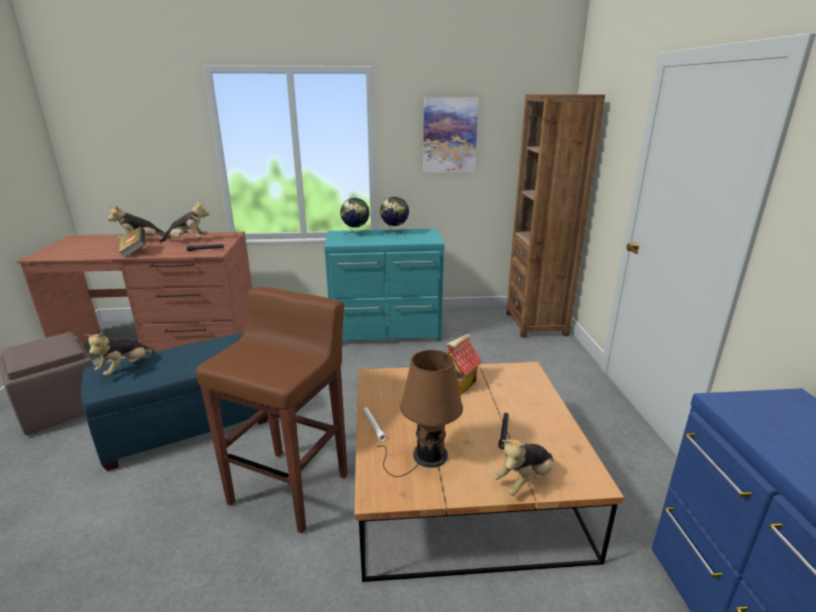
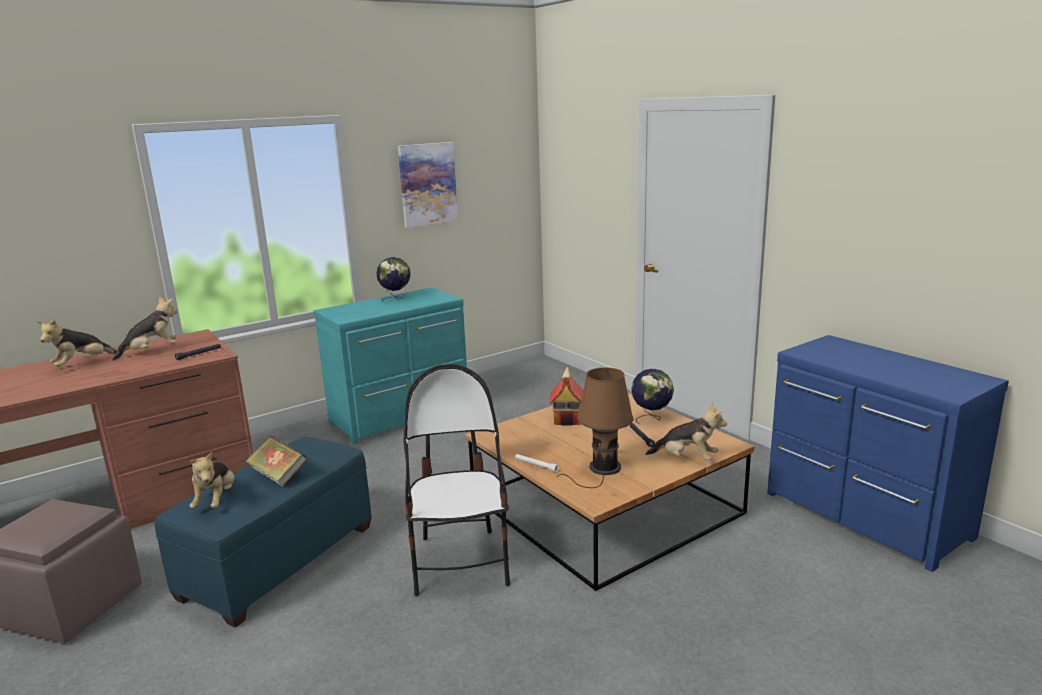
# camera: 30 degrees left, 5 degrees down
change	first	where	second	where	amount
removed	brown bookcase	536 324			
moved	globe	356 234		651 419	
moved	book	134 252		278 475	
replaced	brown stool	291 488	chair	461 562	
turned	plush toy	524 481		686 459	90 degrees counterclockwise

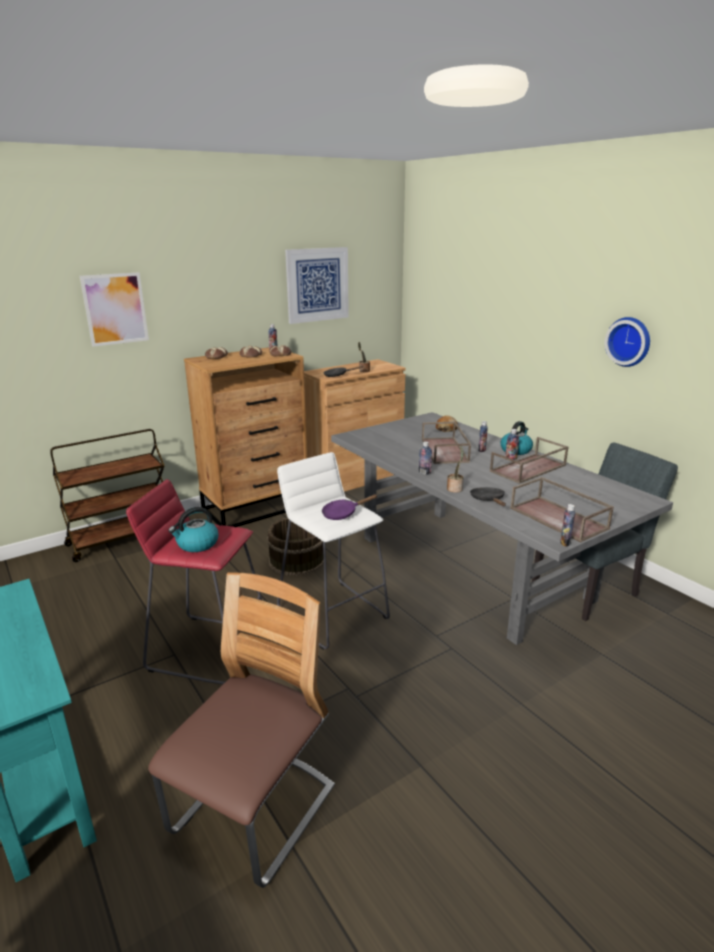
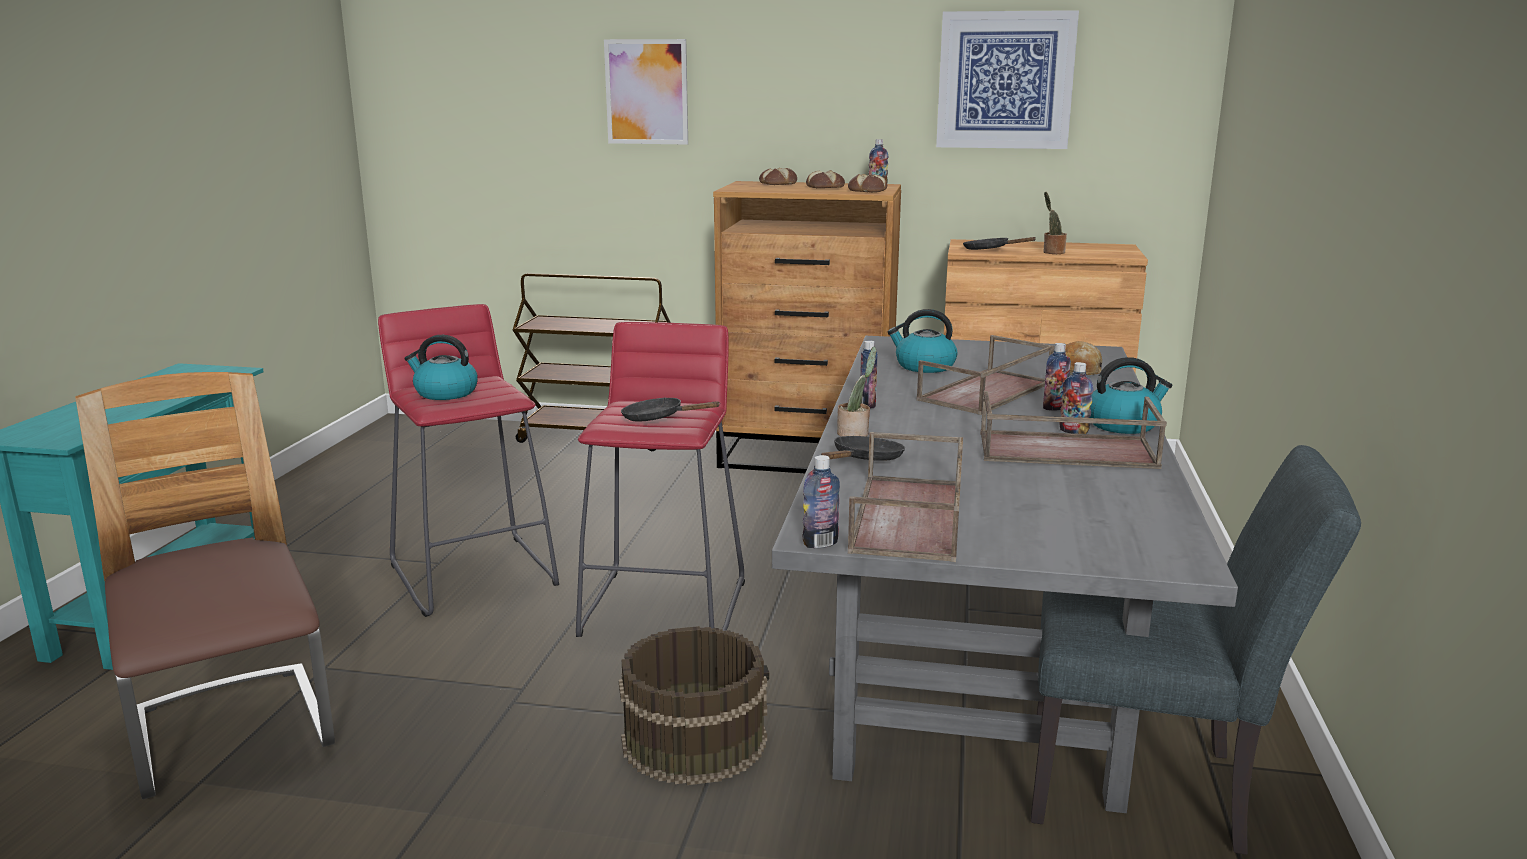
# camera: 45 degrees right, 5 degrees down
change	first	where	second	where	amount
removed	wall clock	629 341			
recoloured	white stool	333 613	red stool	665 607	
recoloured	purple frying pan	343 513	black frying pan	658 418	
moved	brown bucket	296 560		694 739	
turned	chair	254 811		232 733	105 degrees counterclockwise
added			kettle	924 366	

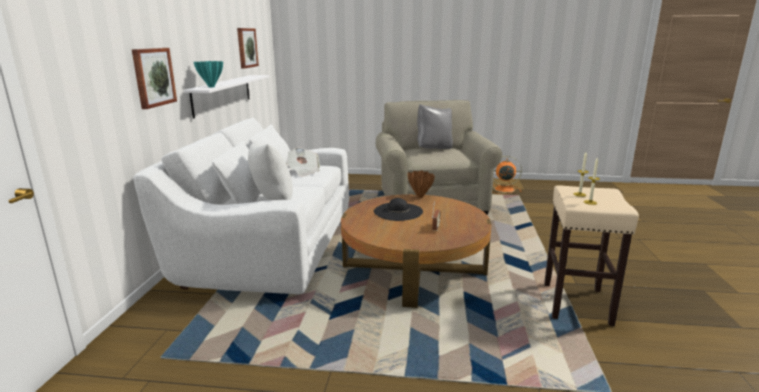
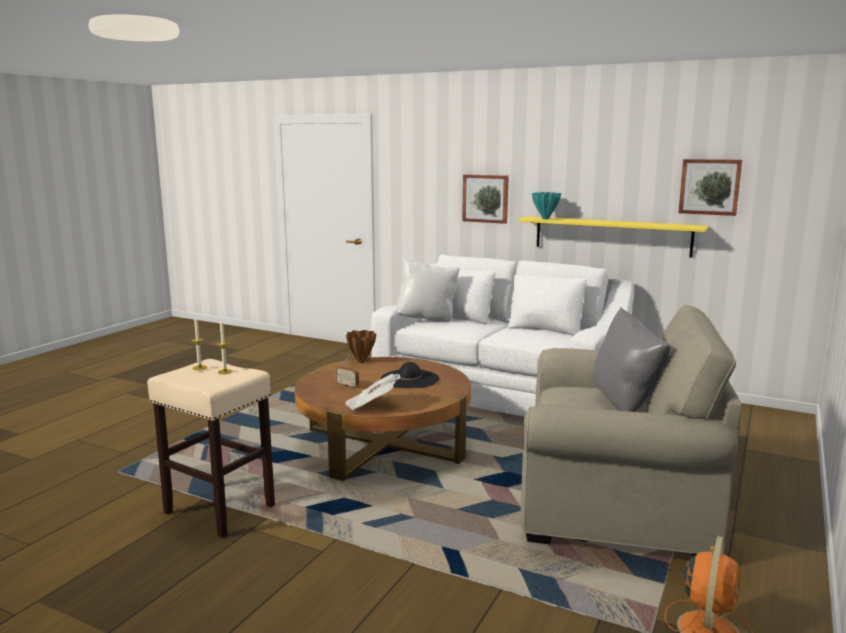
# camera: 110 degrees right, 5 degrees down
change	first	where	second	where	amount
recoloured	white shelf	222 94	yellow shelf	611 236	
moved	newspaper	303 171		371 405	
moved	brown vase	419 197		361 361	

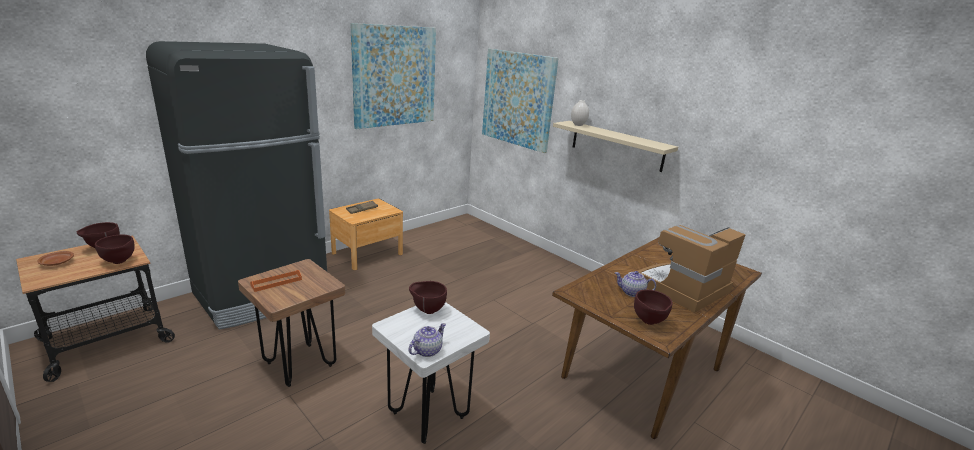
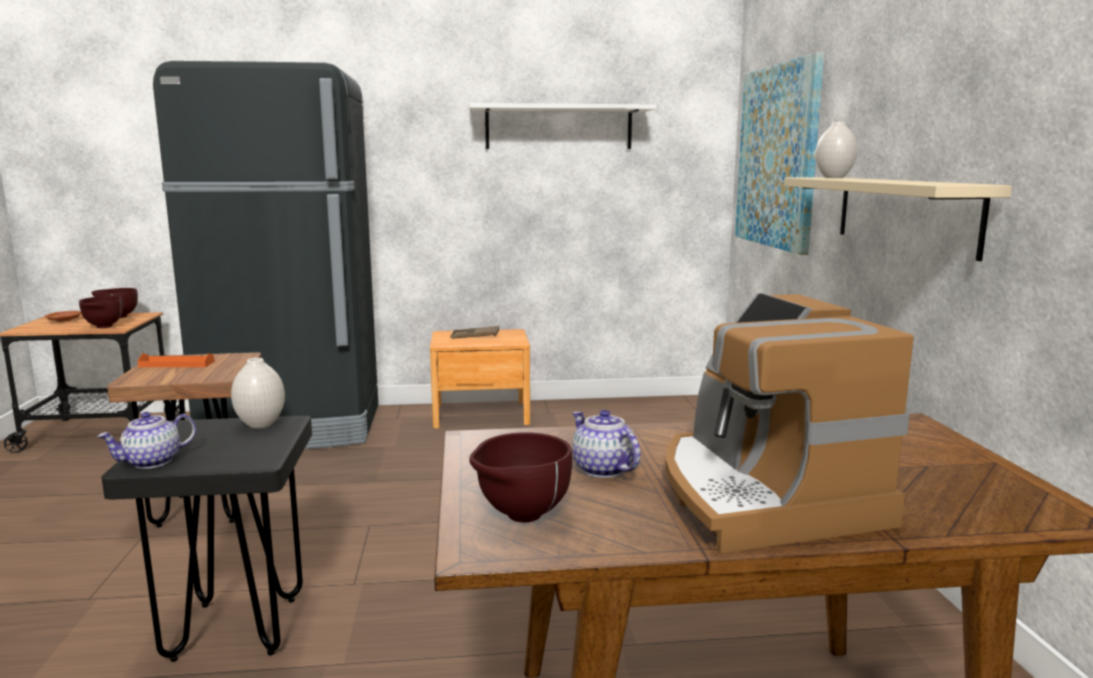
# camera: 40 degrees right, 10 degrees down
change	first	where	second	where	amount
replaced	picture	394 76	white shelf	559 127	
turned	coffee machine	683 288		761 495	105 degrees counterclockwise
replaced	brown bowl	427 310	white vase	260 425	
recoloured	white stool	428 415	black stool	236 628	
turned	teapot	427 350		152 462	150 degrees clockwise

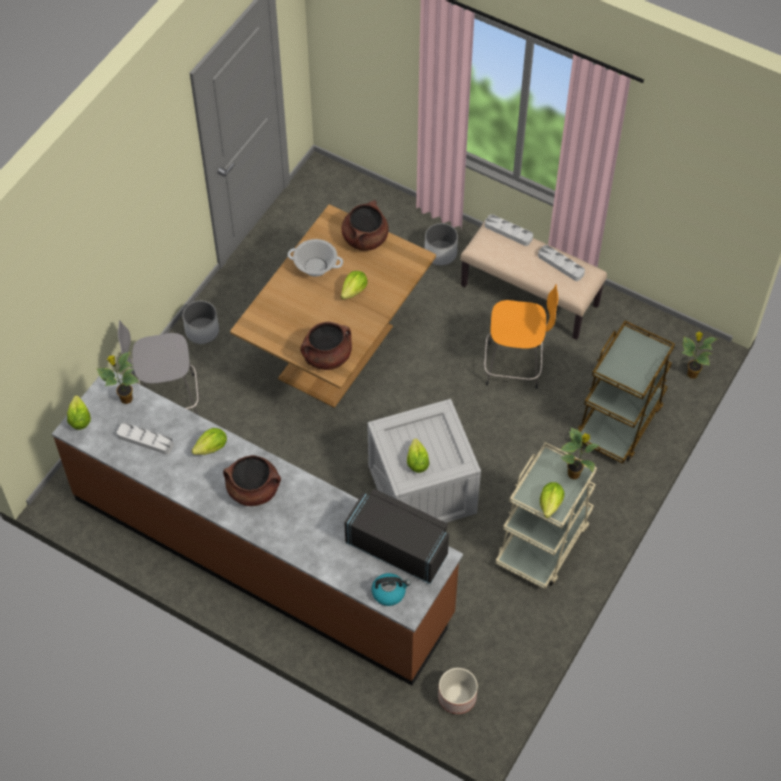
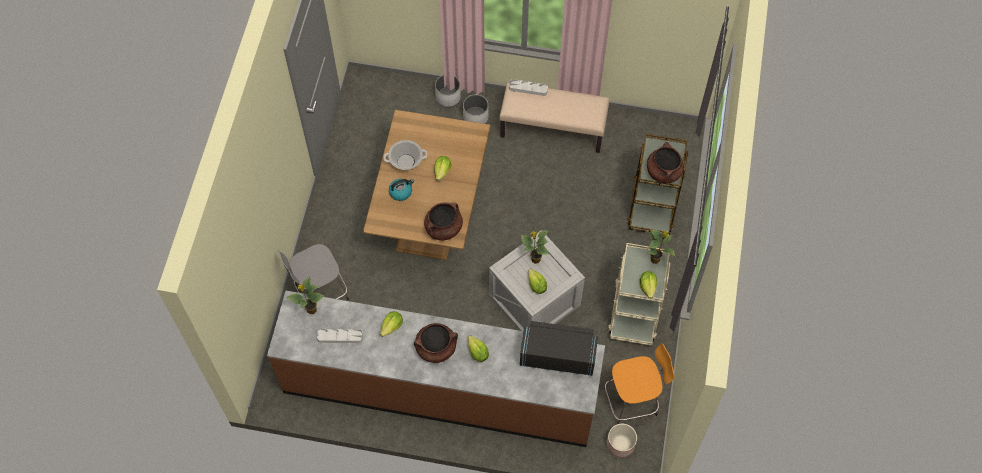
# camera: 20 degrees left, 5 degrees up
change	first	where	second	where	amount
moved	brown cooking pot	365 238		663 172	
removed	grey tray	561 264			
moved	orange stool	515 366		632 401	
moved	white planter	202 331		448 97	
moved	potted plant	691 373		535 259	
moved	lettuce	79 420		477 353	
moved	kettle	389 592		401 192	

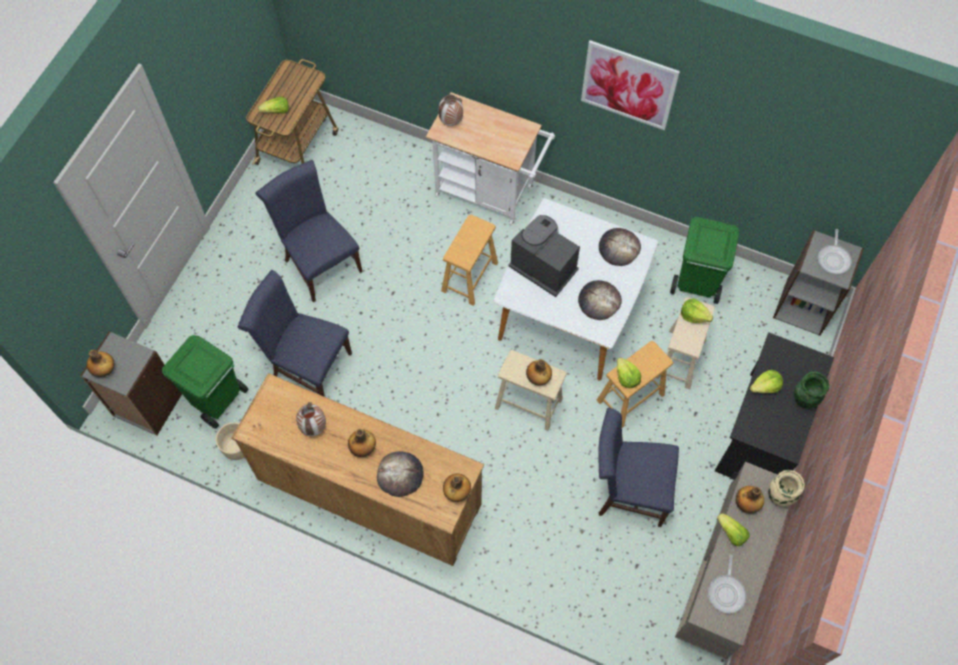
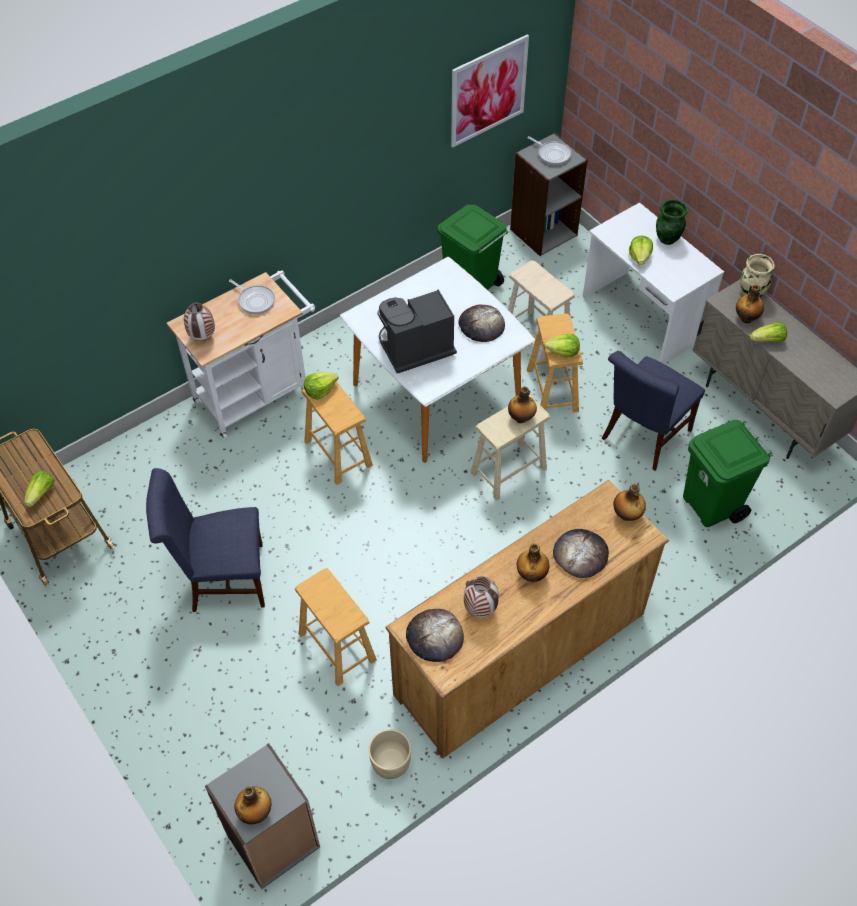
# camera: 60 degrees left, 10 degrees down
change	first	where	second	where	amount
moved	picture	628 85		488 91	
moved	bread	619 248		434 636	
replaced	blue chair	307 365	brown stool	337 647	
moved	lettuce	694 315		320 390	
recoloured	black desk	760 432	white desk	642 318	
moved	green trash can	217 400		712 506	
moved	frying pan	726 592		255 300	

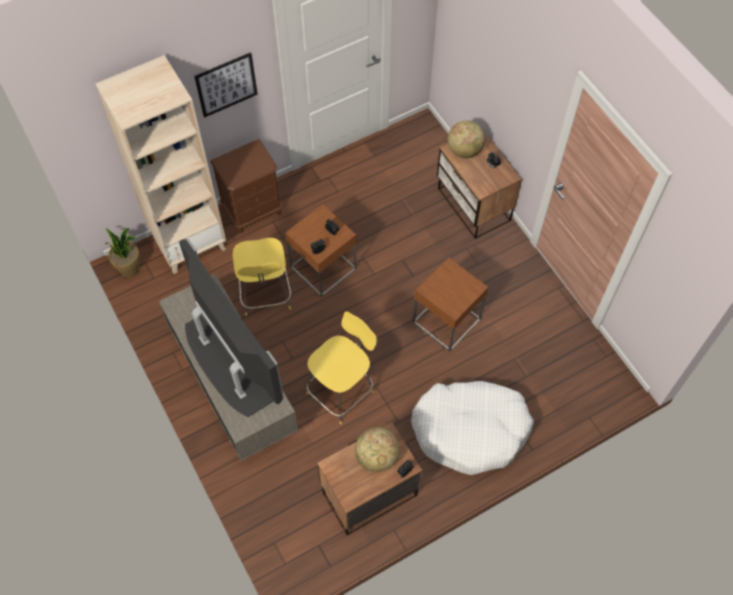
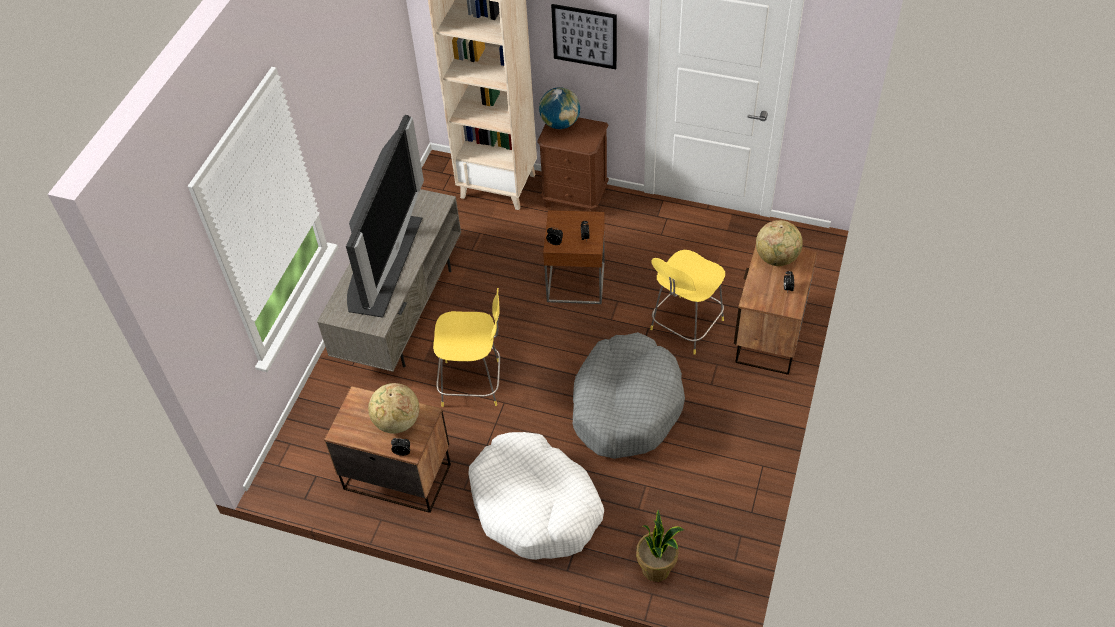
# camera: 50 degrees right, 10 degrees down
change	first	where	second	where	amount
moved	potted plant	130 268		656 568	
moved	yellow stool	265 295		685 326	
replaced	brown side table	447 320	grey dog bed	626 405	
added			globe	560 124	

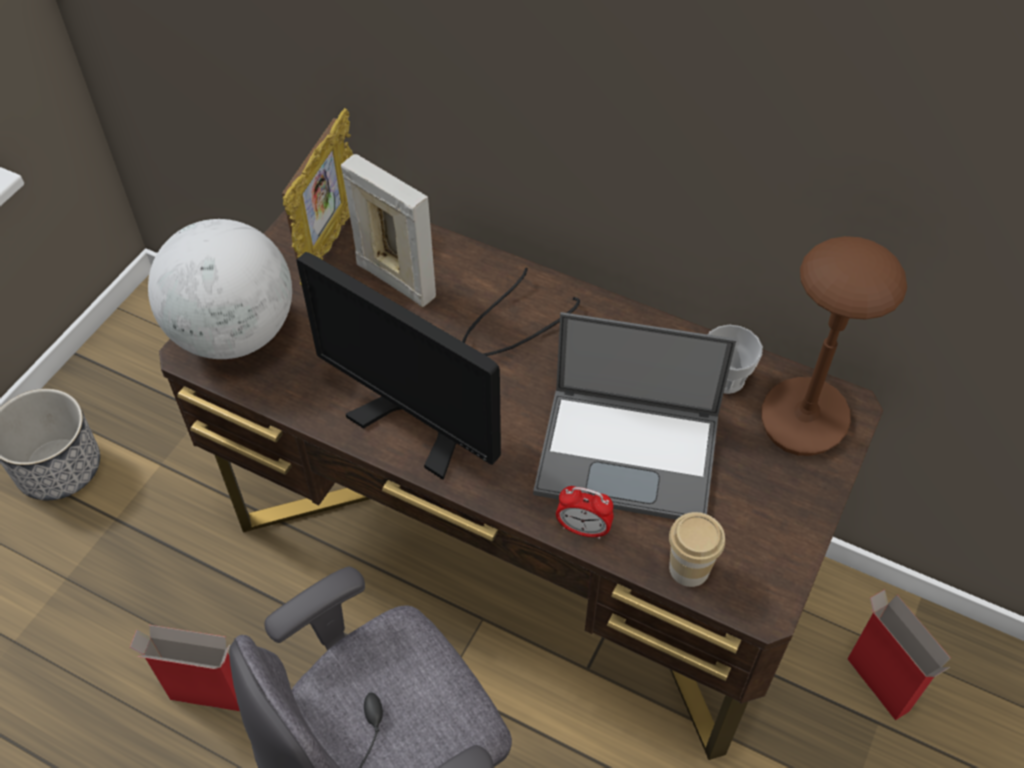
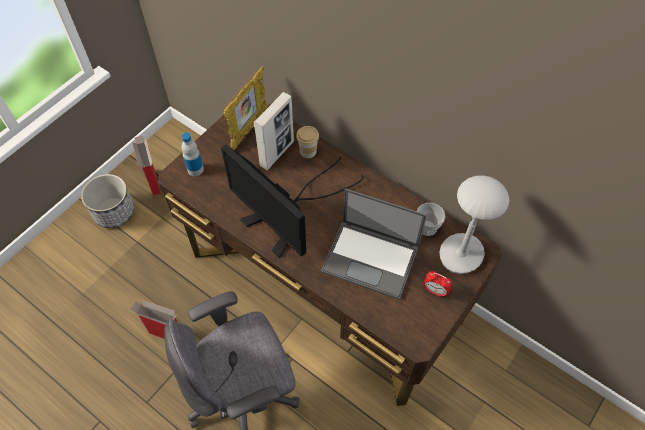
# camera: 10 degrees right, 5 degrees up
change	first	where	second	where	amount
turned	picture frame	396 280		277 153	75 degrees clockwise
replaced	globe	234 333	bottle	195 169	
recoloured	brown table lamp	803 419	grey table lamp	461 254	
moved	alarm clock	583 529		435 291	
moved	cup	689 568		308 151	
moved	cardboard box	876 683		153 181	

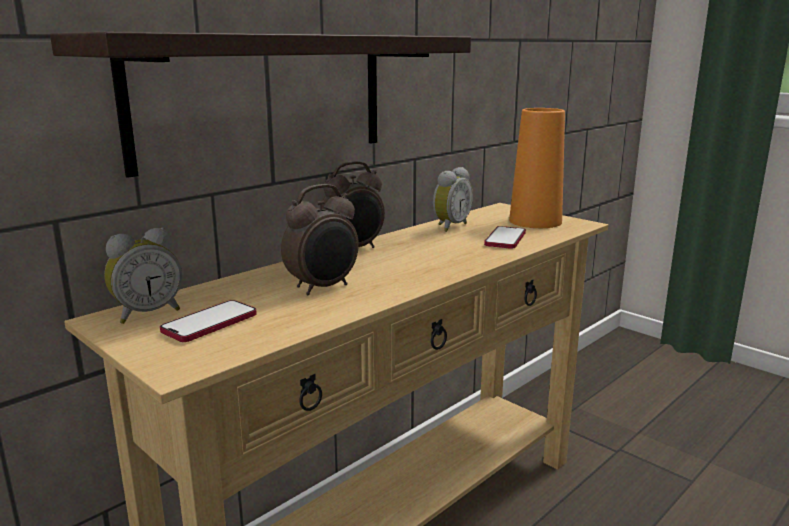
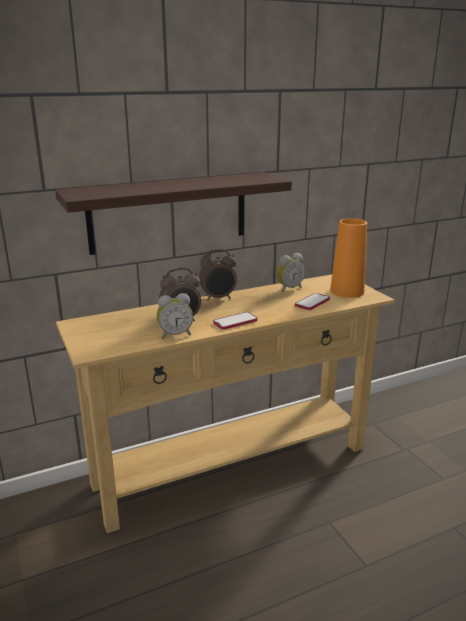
# camera: 20 degrees right, 5 degrees up
change	first	where	second	where	amount
moved	alarm clock	147 313		175 334	
moved	phone	210 323		235 322	

